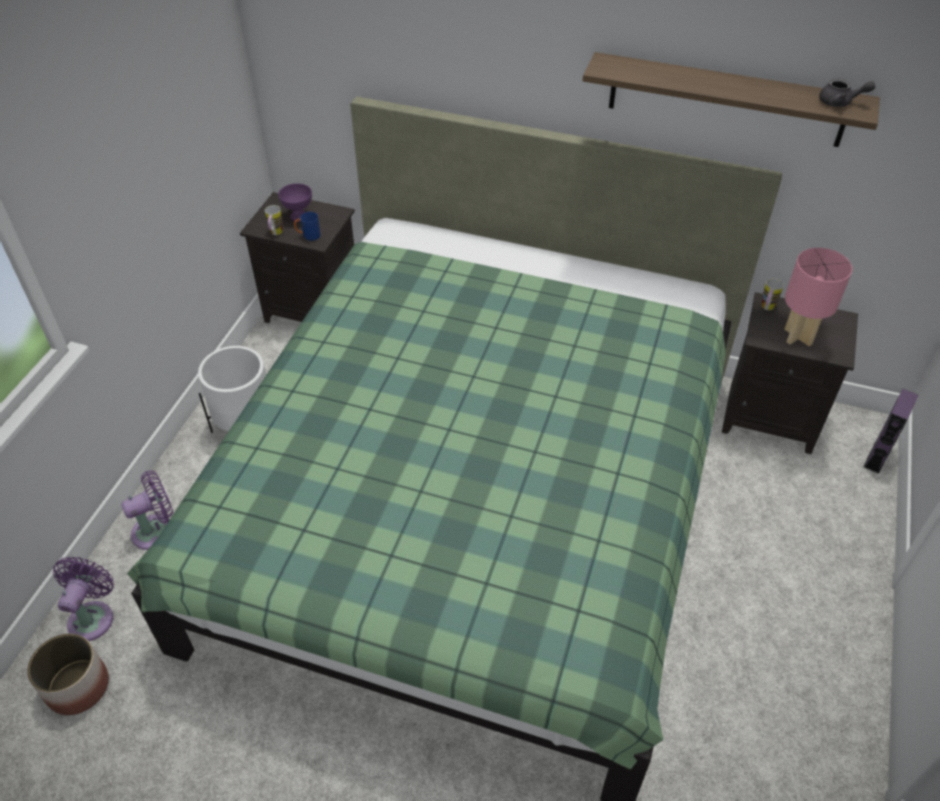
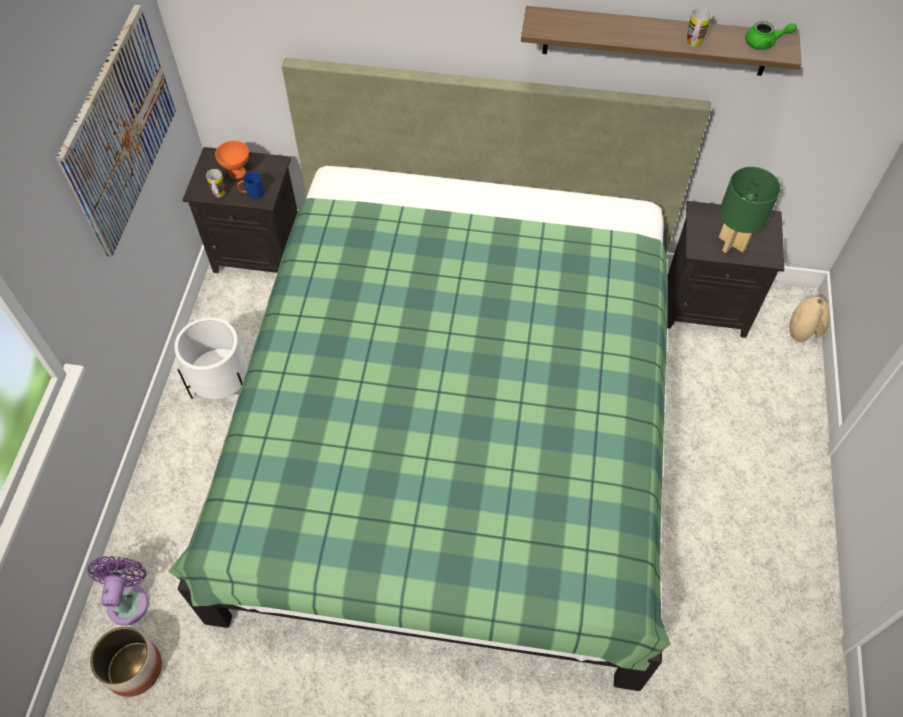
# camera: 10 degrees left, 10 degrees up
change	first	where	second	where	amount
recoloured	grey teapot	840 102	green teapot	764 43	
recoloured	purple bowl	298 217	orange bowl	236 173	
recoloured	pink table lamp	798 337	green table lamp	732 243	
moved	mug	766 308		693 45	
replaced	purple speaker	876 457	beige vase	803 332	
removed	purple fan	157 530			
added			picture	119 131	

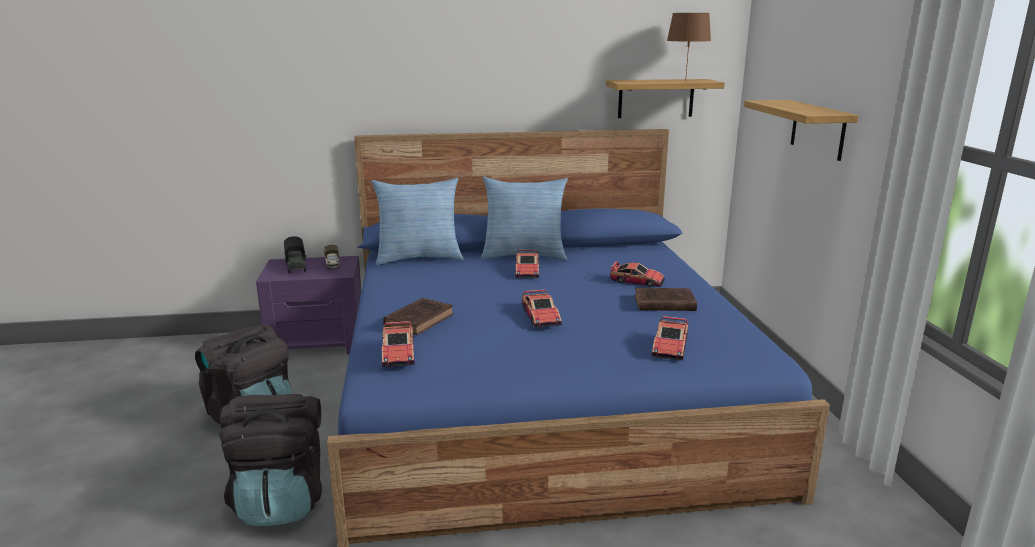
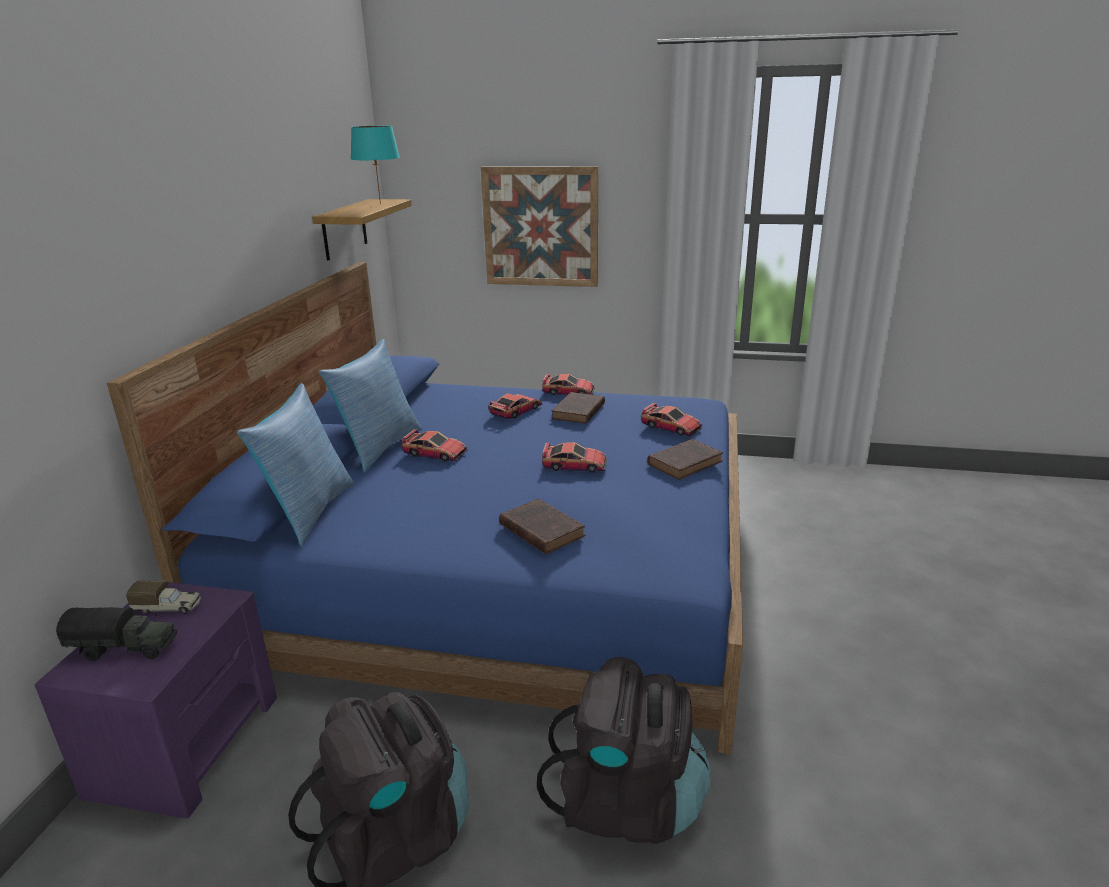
# camera: 70 degrees left, 5 degrees up
change	first	where	second	where	amount
recoloured	brown table lamp	685 81	turquoise table lamp	380 204	
replaced	shelf	818 129	picture	540 227	
moved	toy car	398 353		569 392	
added			brown book	686 462	

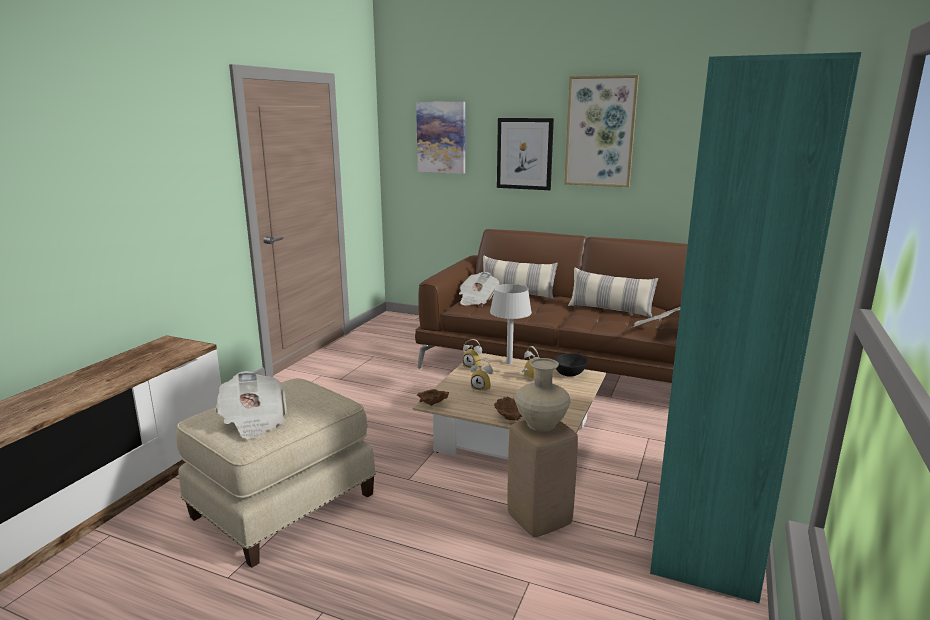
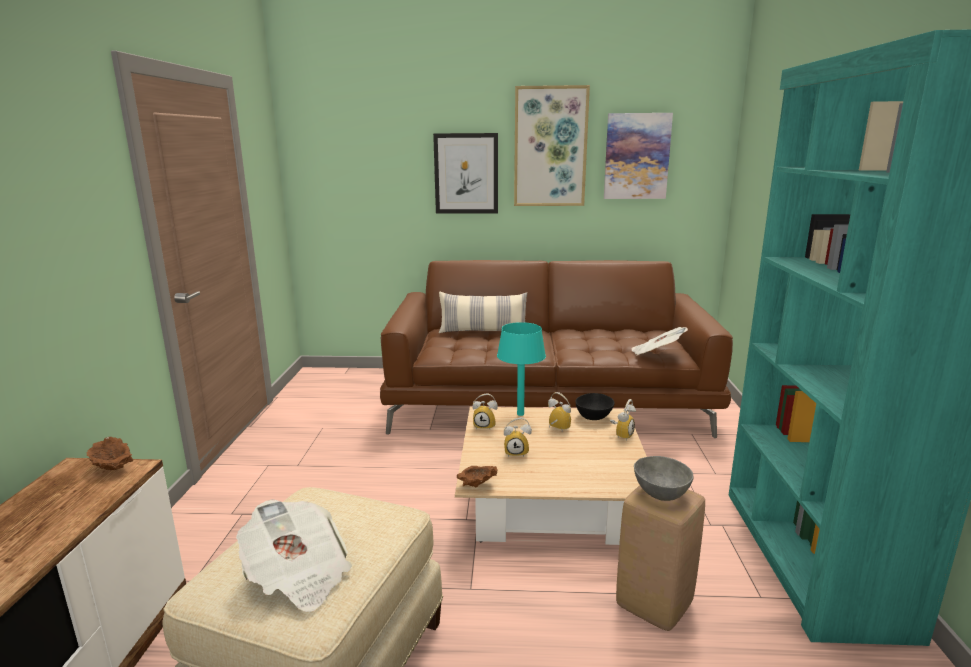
# camera: 20 degrees left, 0 degrees up
change	first	where	second	where	amount
moved	picture	441 137		636 156	
removed	pillow	610 310			
removed	newspaper	477 300			
recoloured	grey table lamp	509 362	turquoise table lamp	520 414	
replaced	beige vase	541 424	grey bowl	660 492	
moved	brown bowl	509 419		113 468	
added			alarm clock	621 435	

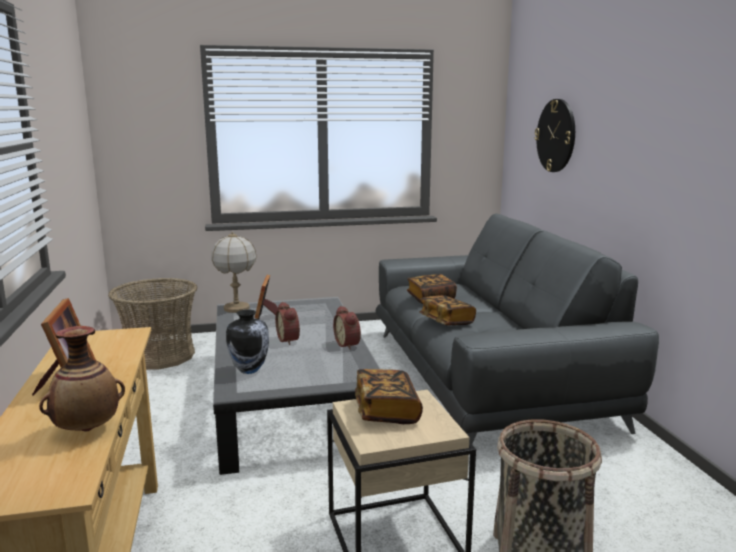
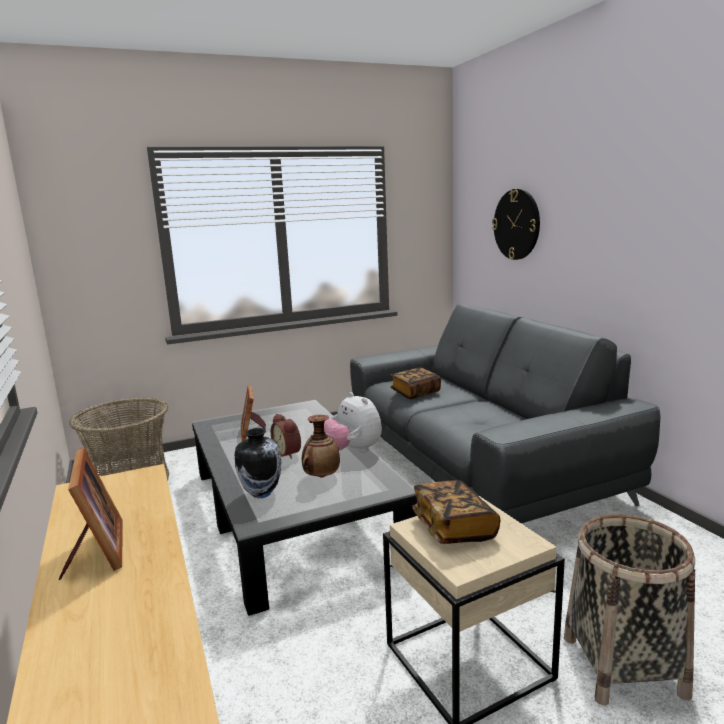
# camera: 10 degrees left, 0 degrees up
change	first	where	second	where	amount
removed	table lamp	236 308			
removed	book	446 321			
replaced	alarm clock	349 344	plush toy	353 451	
moved	vase	87 429		321 476	

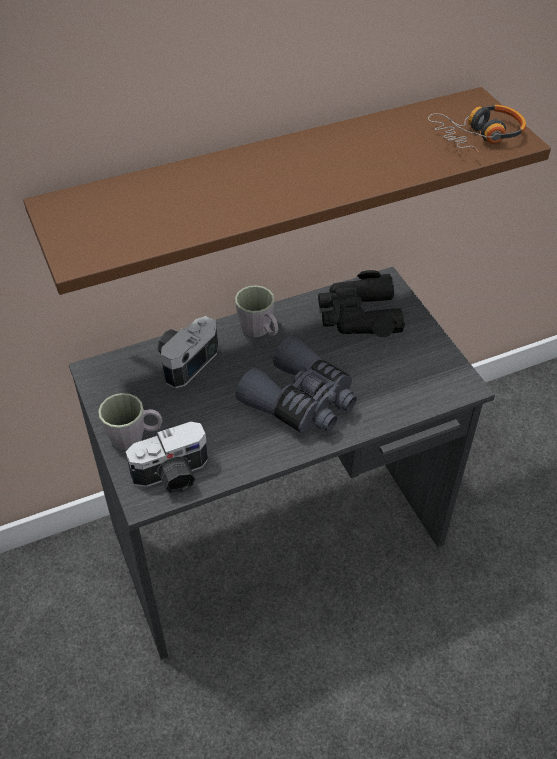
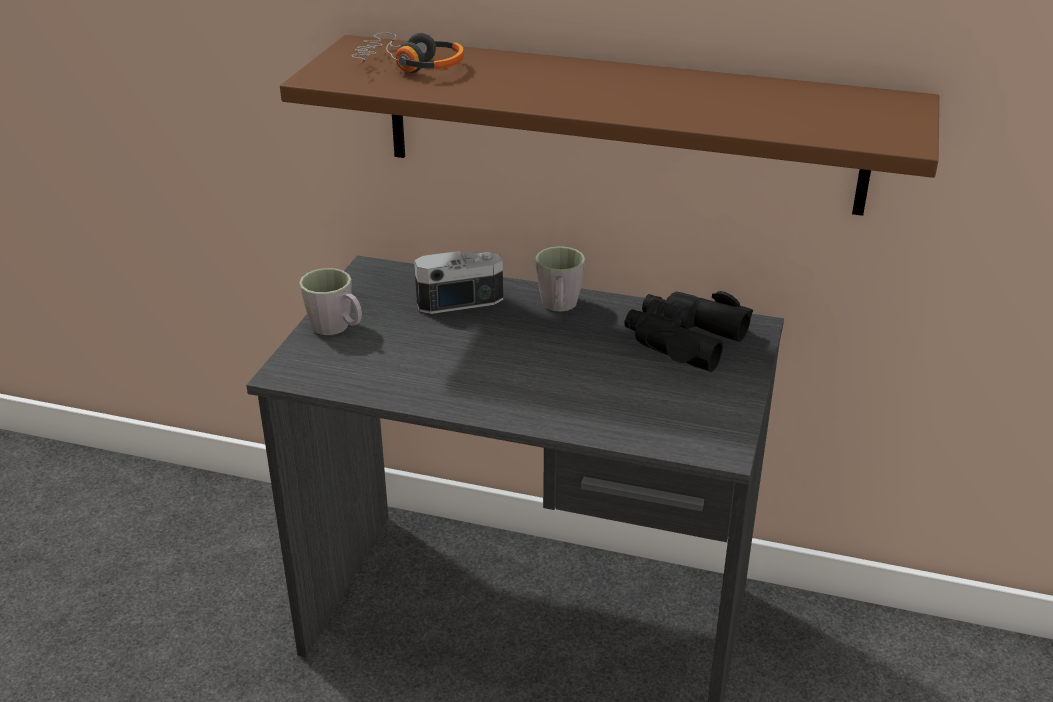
# camera: 40 degrees right, 15 degrees down
change	first	where	second	where	amount
moved	headphones	479 136		409 66	
removed	grey binoculars	301 401			
removed	photo camera	173 476			

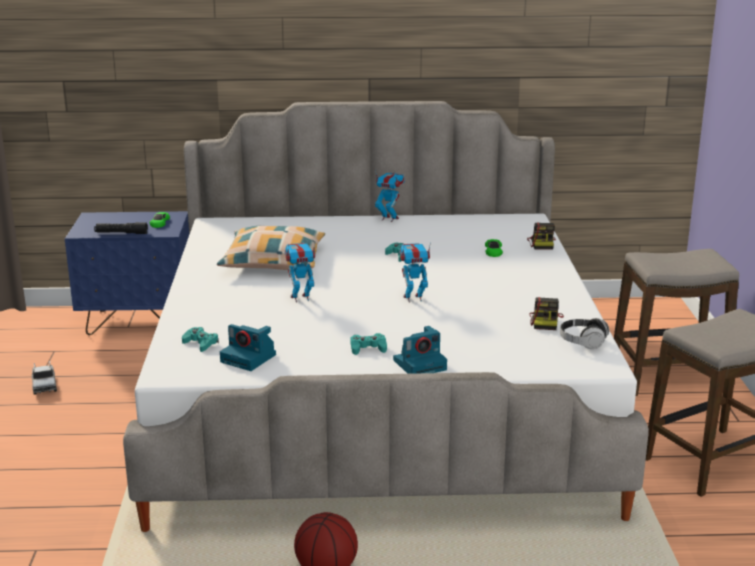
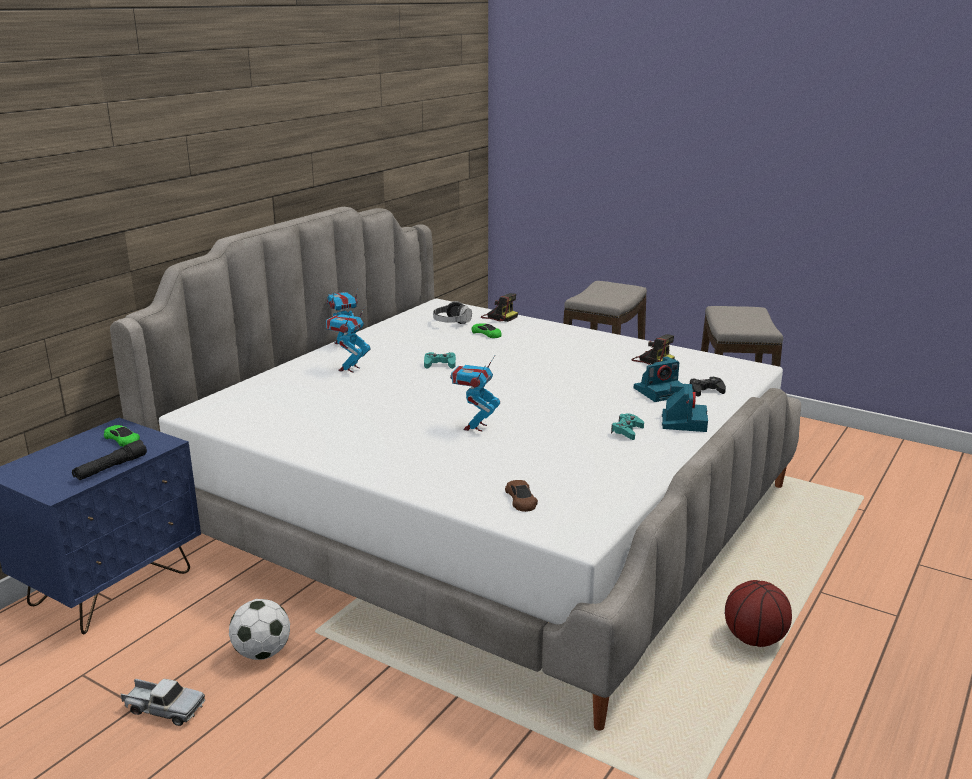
# camera: 55 degrees left, 0 degrees up
change	first	where	second	where	amount
removed	pillow	273 261			
moved	toy robot	413 298		349 369	
moved	headphones	583 342		451 323	
moved	photo camera	249 358		659 391	
replaced	turquoise game controller	200 343	brown toy car	521 499	
added			black game controller	706 391	
added			football	262 653	

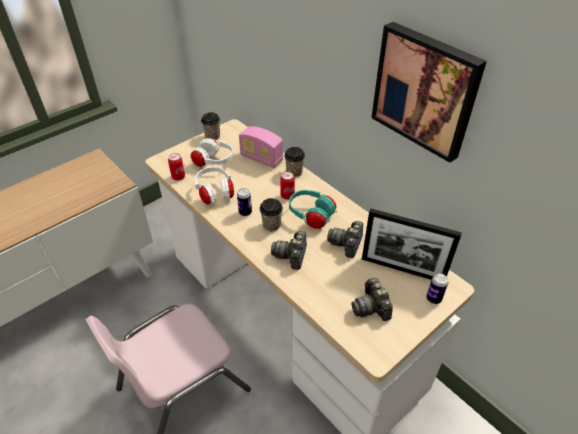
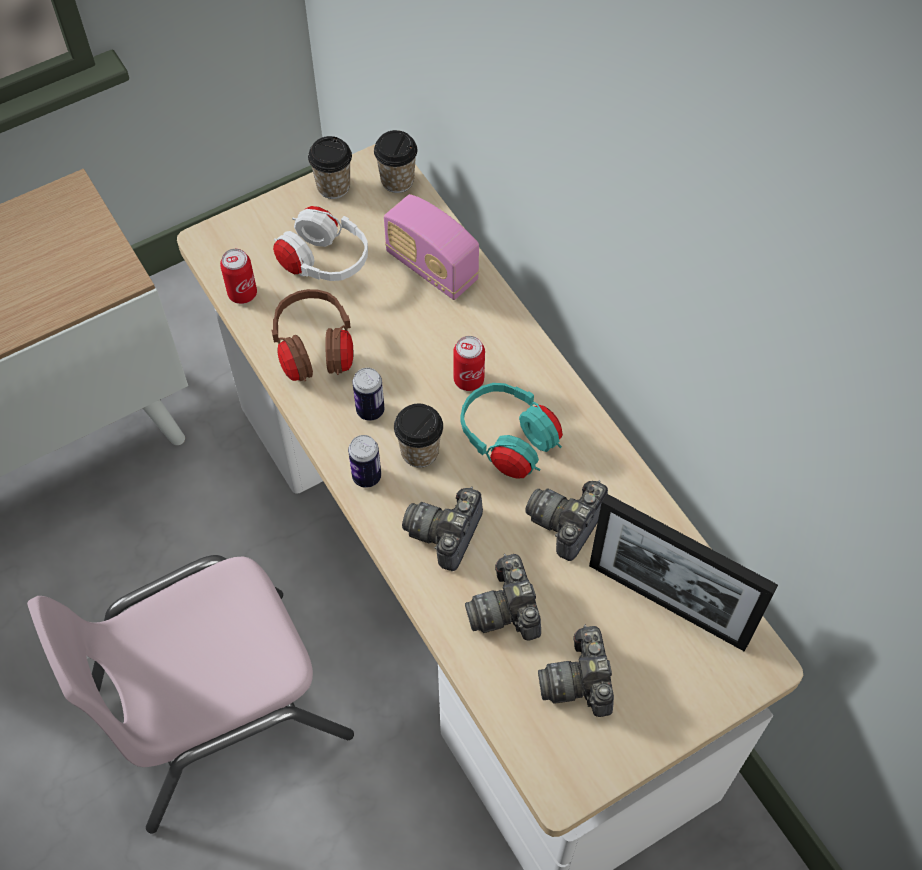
# camera: 10 degrees right, 15 degrees up
change	first	where	second	where	amount
removed	picture	426 90			
moved	cup	294 172		397 180	
recoloured	white headphones	215 193	brown headphones	315 350	
moved	can	433 299		366 476	
added			photo camera	506 609	

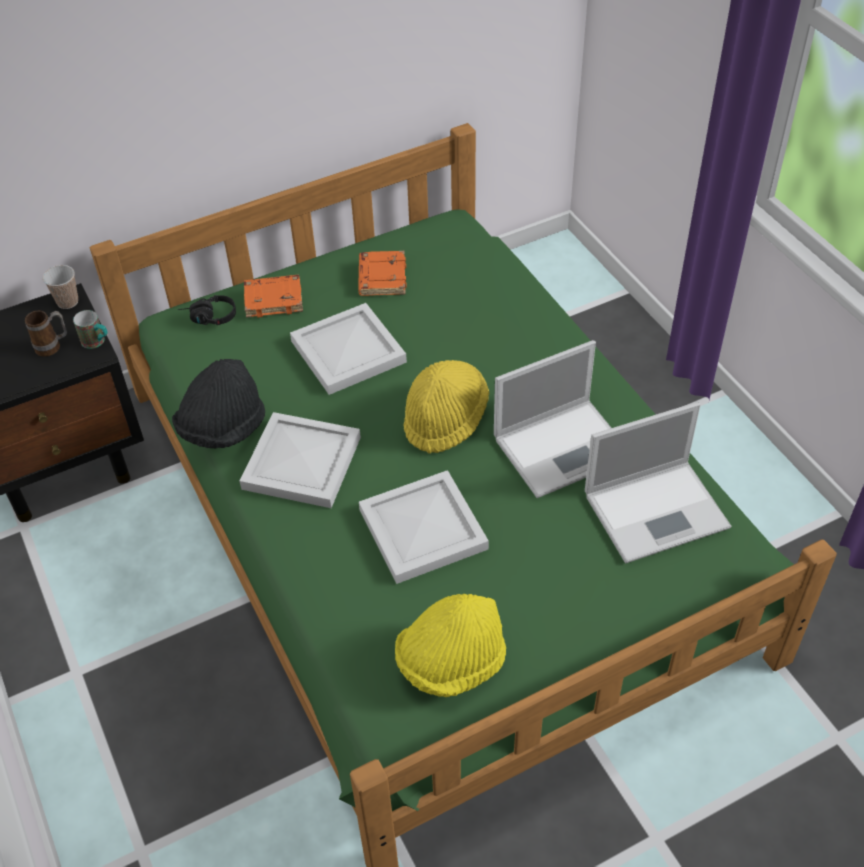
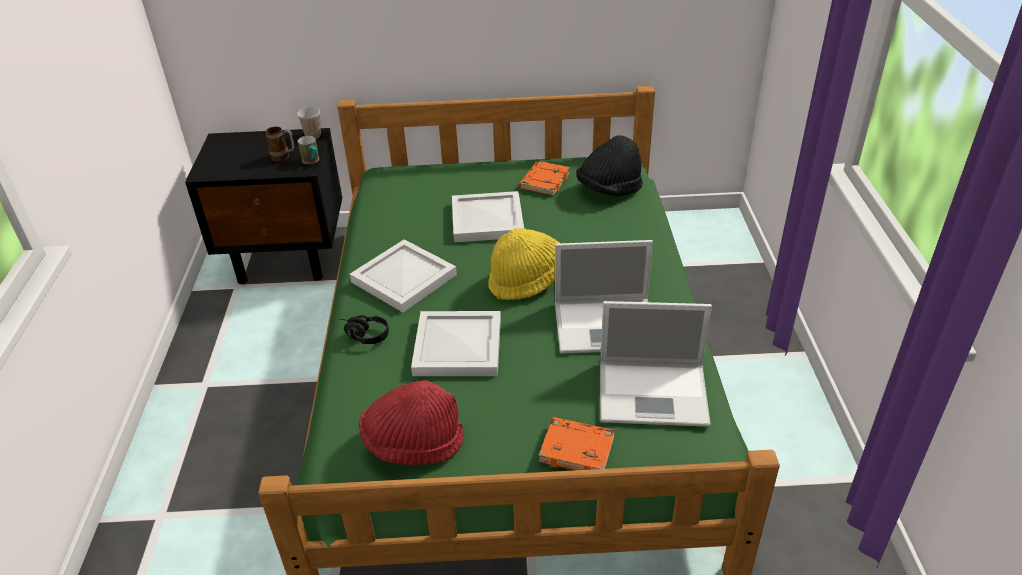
# camera: 25 degrees right, 10 degrees down
change	first	where	second	where	amount
moved	orange book	274 299		578 449	
moved	black headphones	208 318		362 335	
moved	black hat	223 428		609 189	
recoloured	yellow hat	451 662	red hat	413 443	

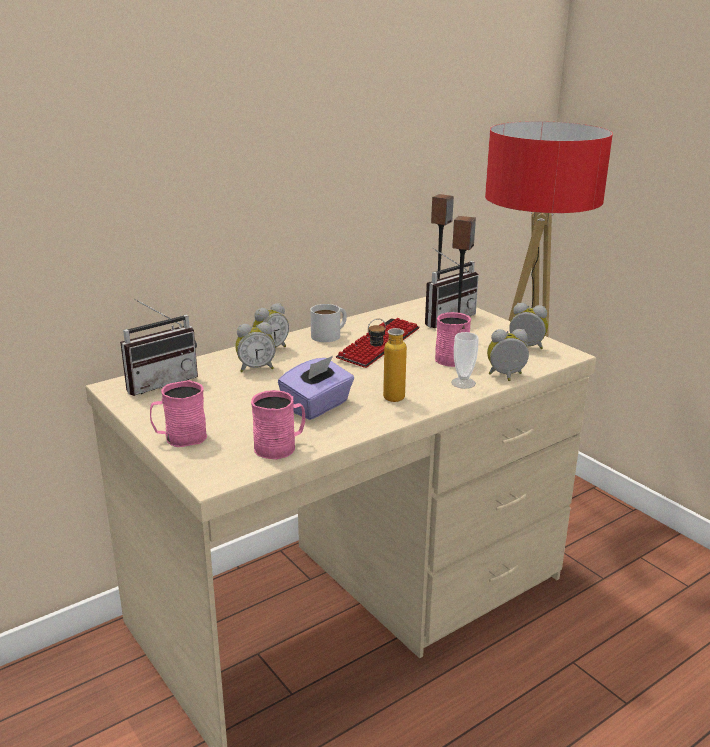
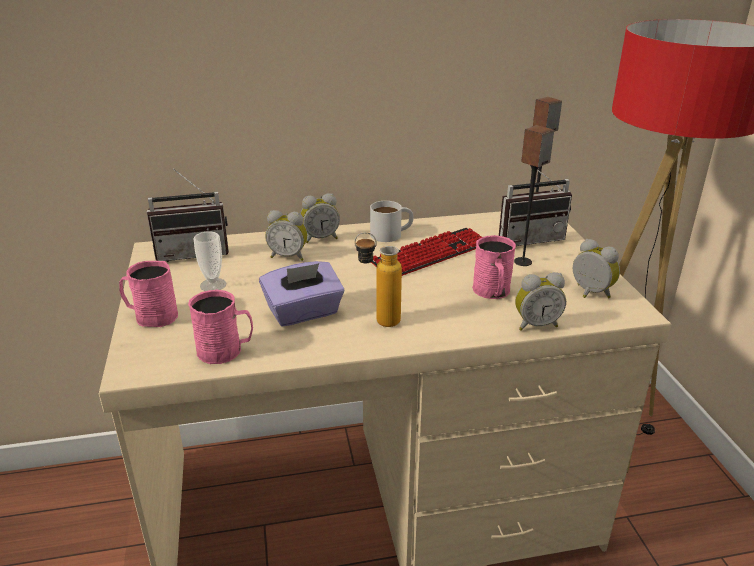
# camera: 25 degrees right, 5 degrees up
change	first	where	second	where	amount
turned	alarm clock	506 376		535 324	150 degrees clockwise
moved	cup	463 383		213 285	

